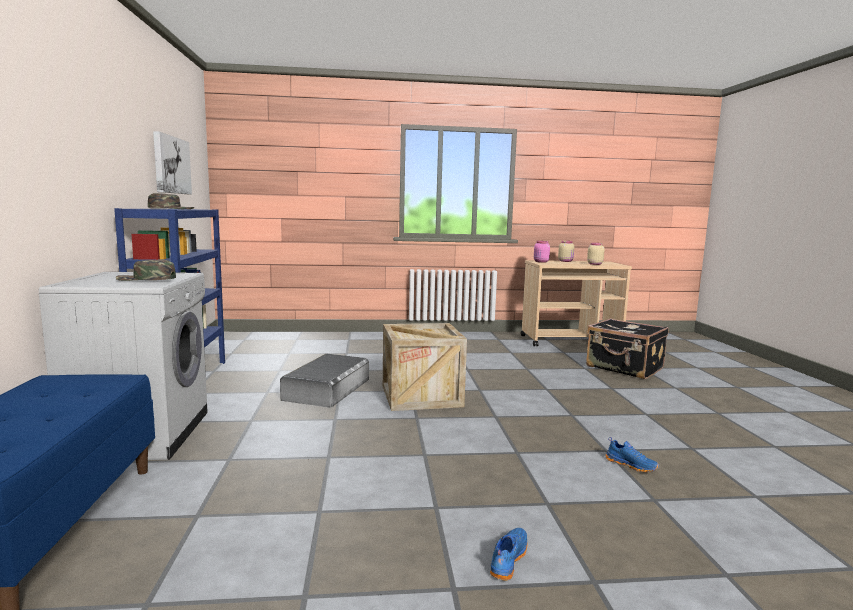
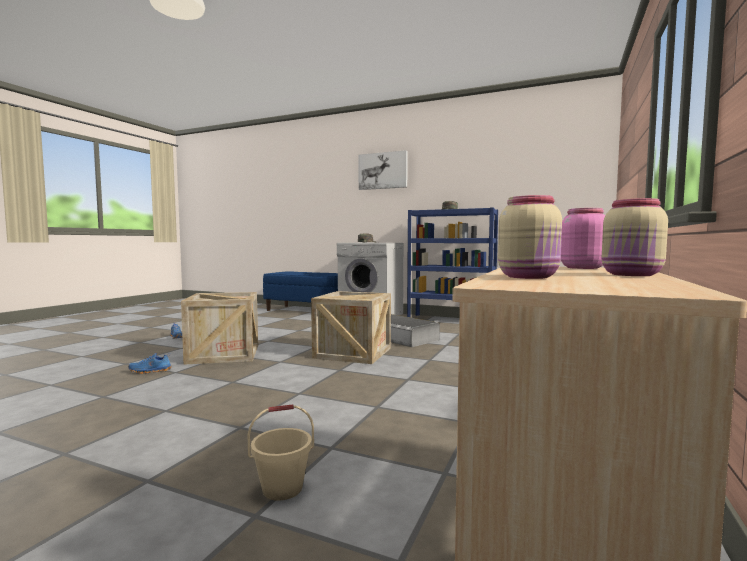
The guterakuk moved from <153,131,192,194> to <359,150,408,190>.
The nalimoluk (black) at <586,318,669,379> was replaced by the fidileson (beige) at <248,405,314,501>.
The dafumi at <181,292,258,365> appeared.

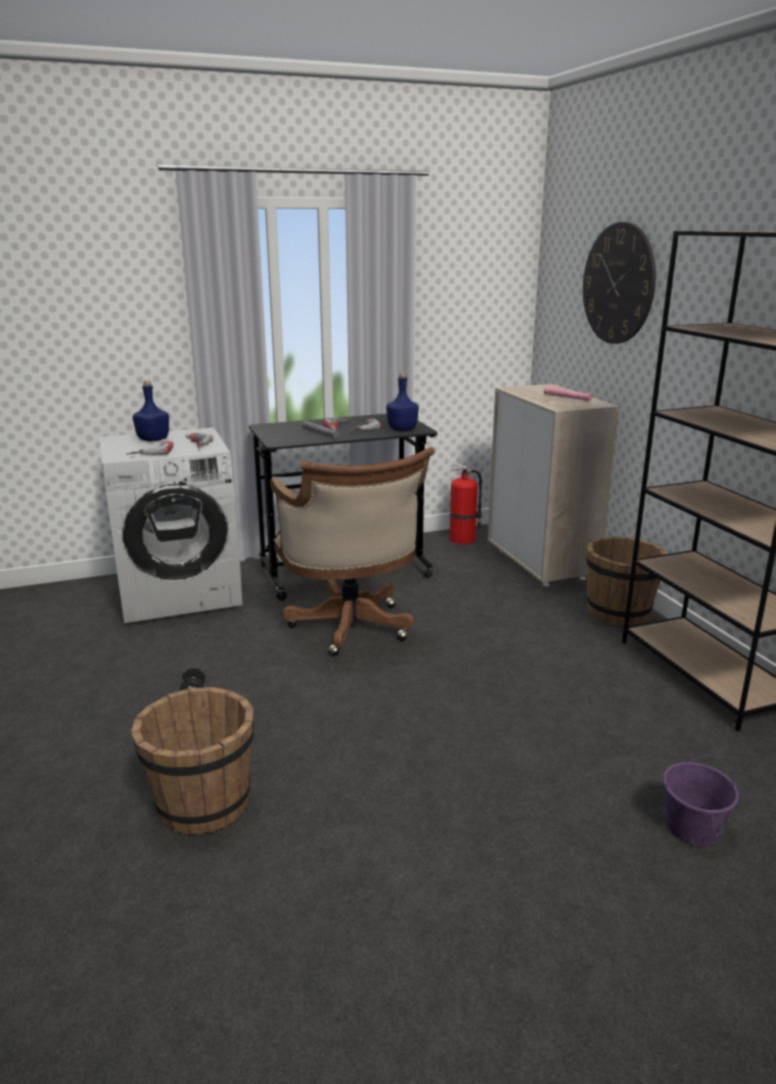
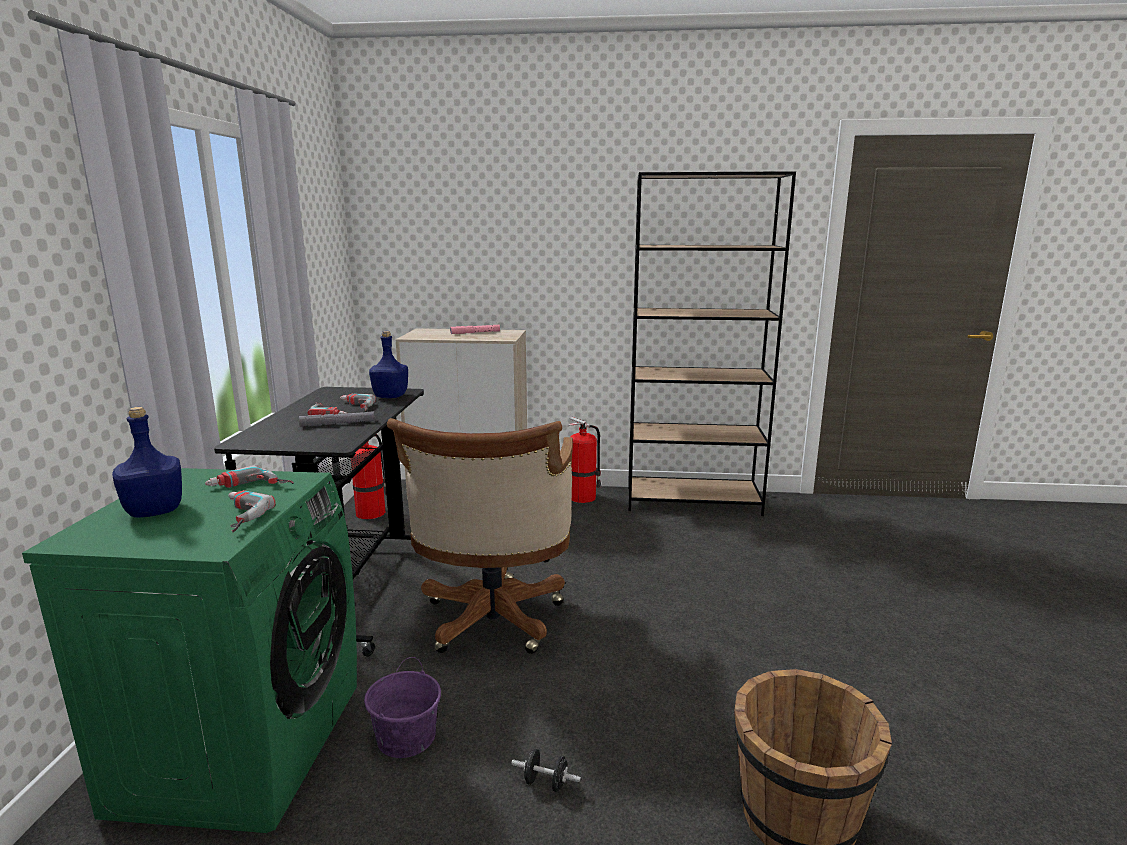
The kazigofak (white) at <99,428,242,623> became the kazigofak (green) at <22,468,357,833>.
The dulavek at <270,447,435,656> turned 90 degrees clockwise.
The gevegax at <583,222,656,344> disappeared.
The fidileson (brown) at <586,536,667,626> was replaced by the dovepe at <568,417,602,503>.
The fidileson (purple) moved from <663,755,739,846> to <364,657,441,758>.

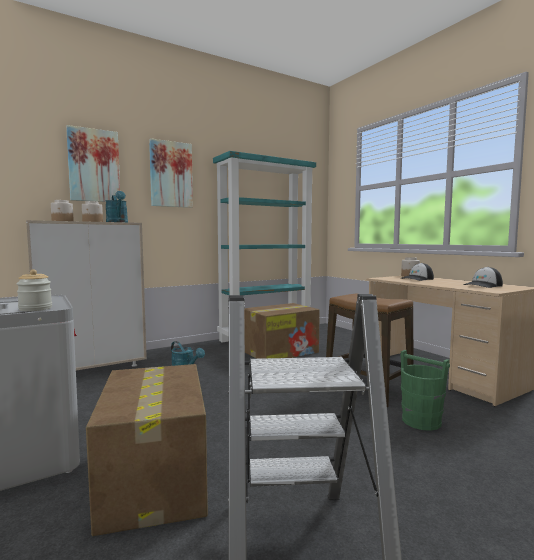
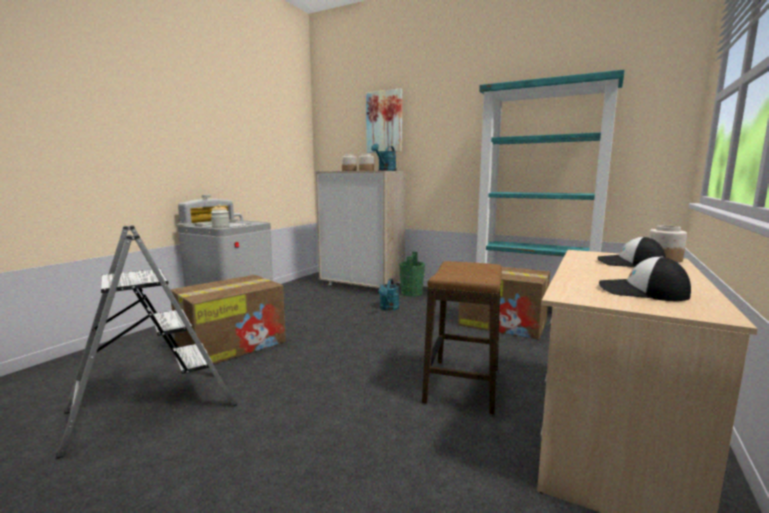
The guterakuk at <149,138,193,208> disappeared.
The fidileson (green) moved from <400,350,450,431> to <400,252,425,296>.

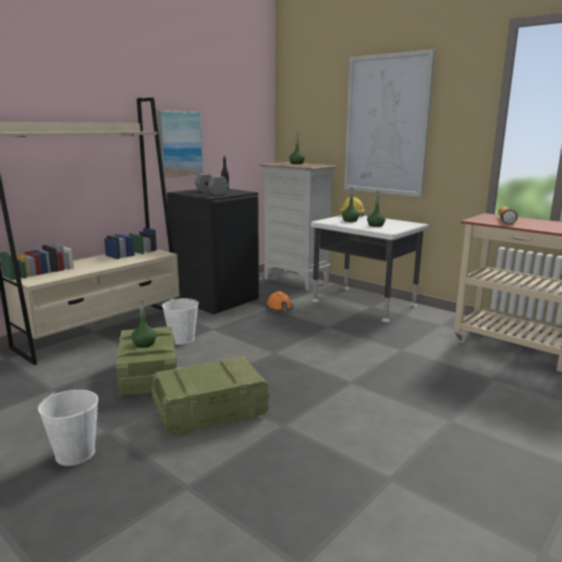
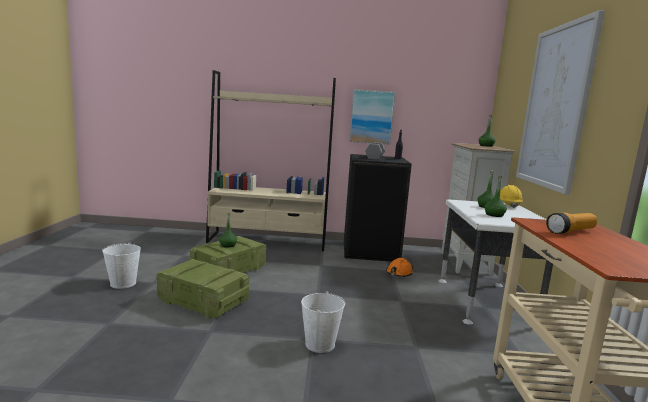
The fidileson (white) moved from <162,298,199,345> to <301,291,345,353>.

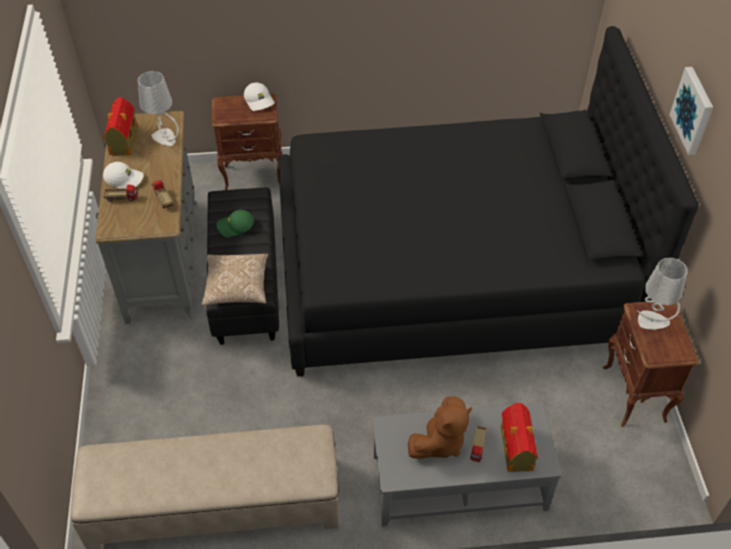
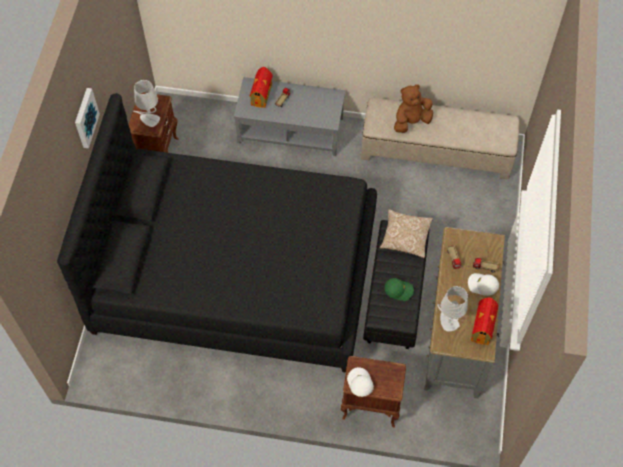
The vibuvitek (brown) moved from <408,396,472,459> to <394,84,433,133>.

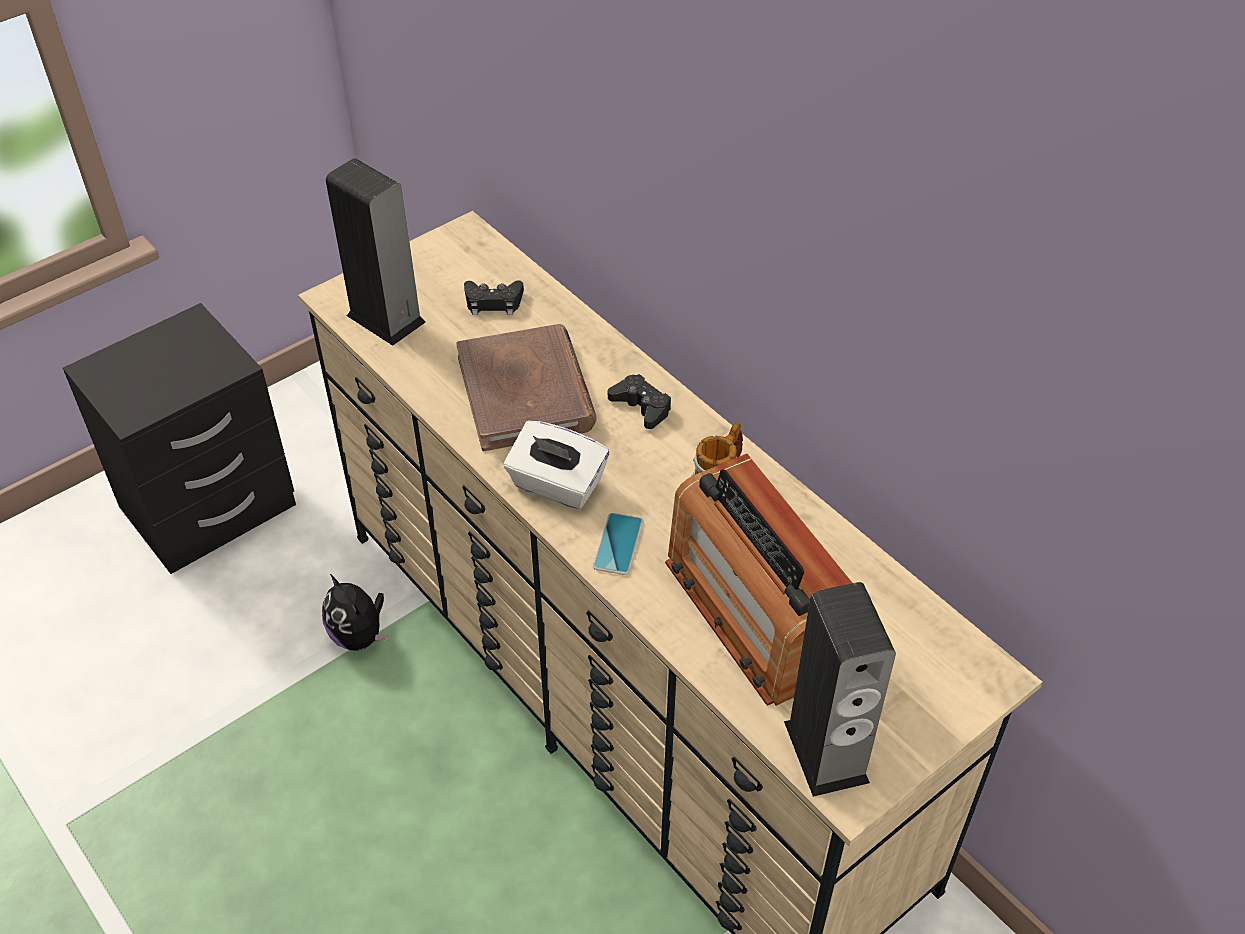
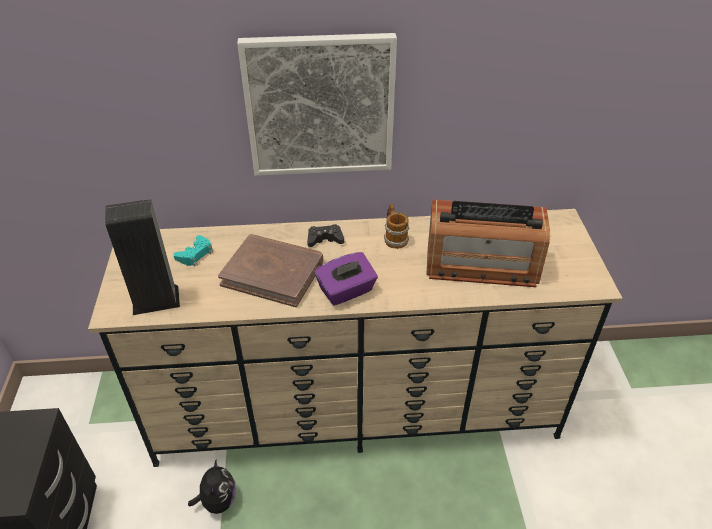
The vibuvitek at <322,574,388,651> turned 90 degrees counterclockwise.
The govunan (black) at <464,280,524,315> became the govunan (turquoise) at <173,235,213,266>.
The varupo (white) at <504,421,609,510> became the varupo (purple) at <315,252,378,306>.
The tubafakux at <593,513,644,575> disappeared.
The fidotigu at <784,582,896,797> disappeared.
The guterakuk at <237,33,397,176> appeared.

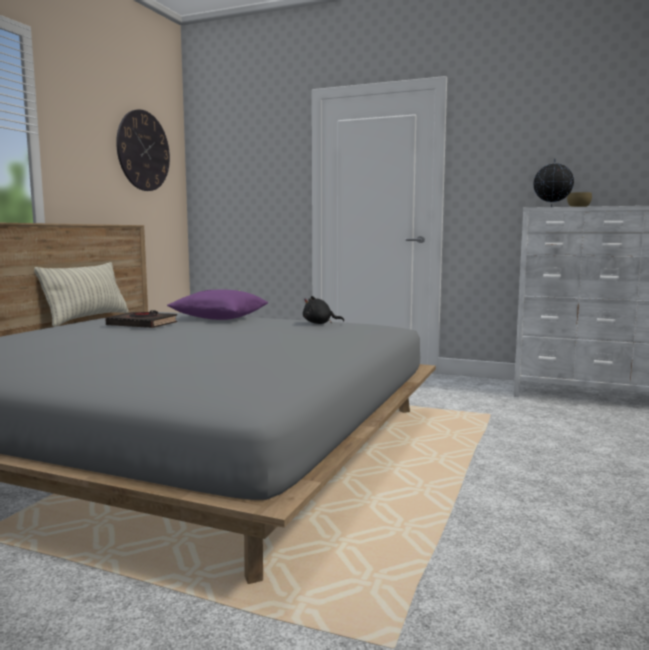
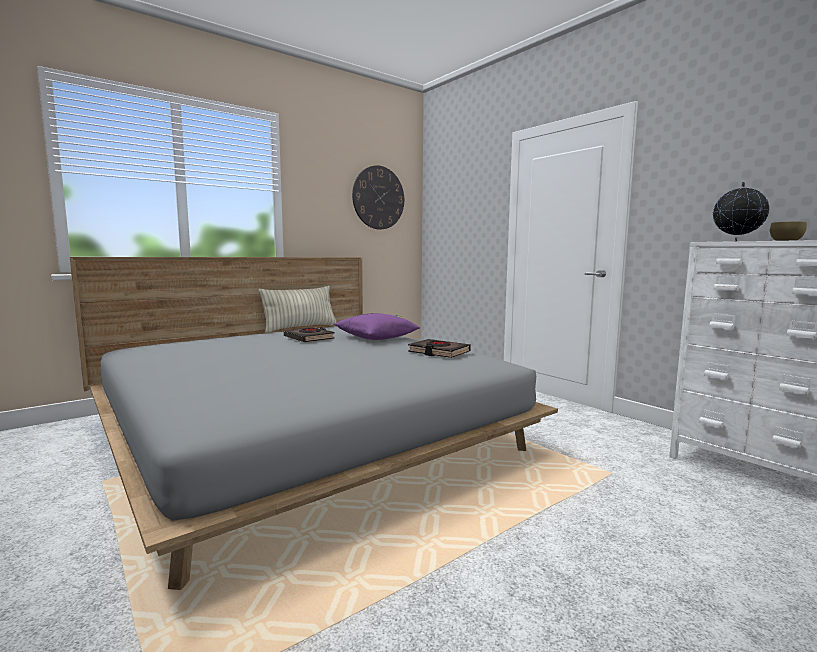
The vibuvitek (black) at <303,296,344,324> was replaced by the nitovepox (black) at <408,339,471,358>.

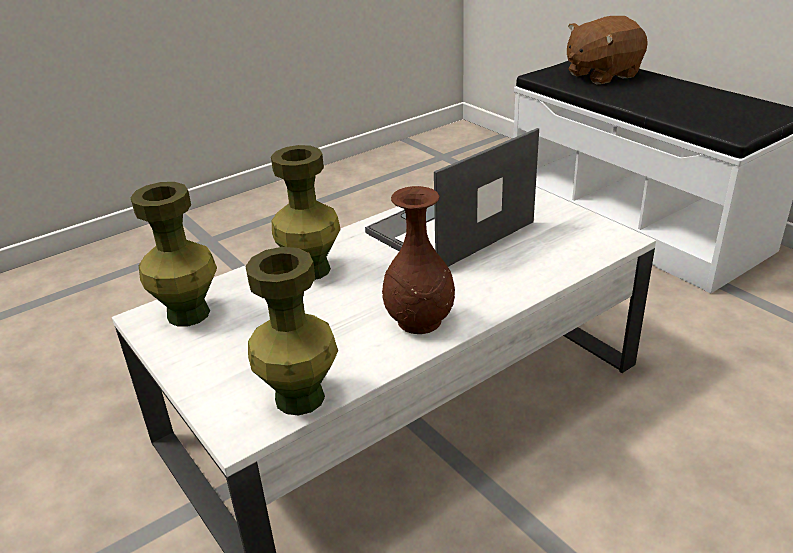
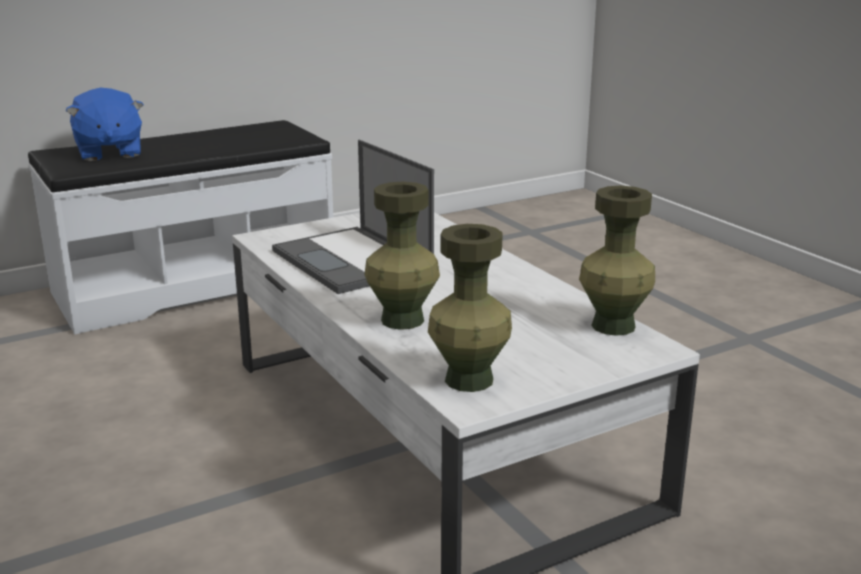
The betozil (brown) at <382,186,455,334> disappeared.
The vibuvitek (brown) at <567,16,648,85> became the vibuvitek (blue) at <65,88,144,161>.

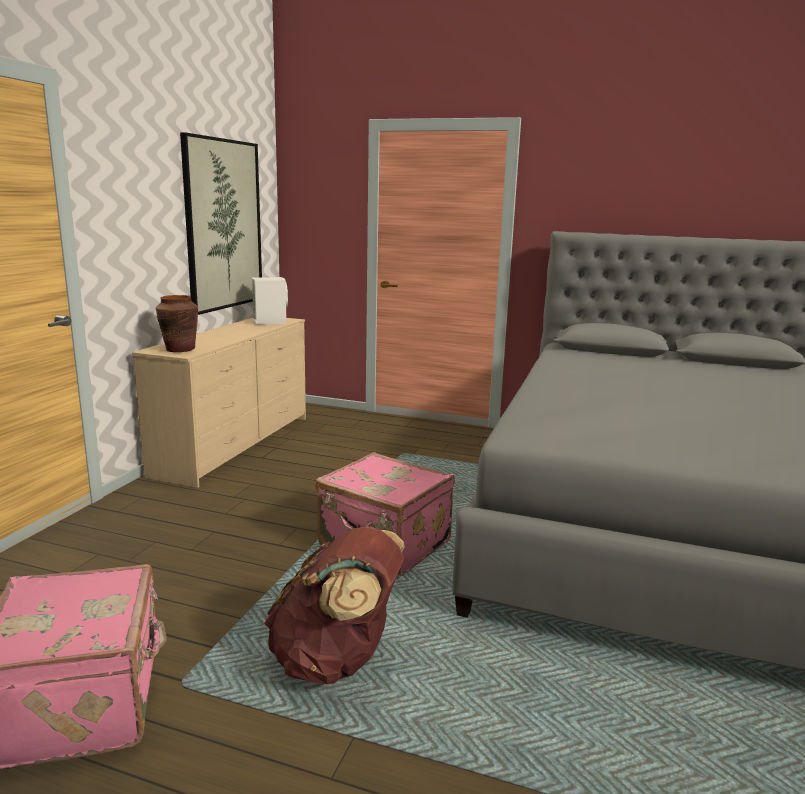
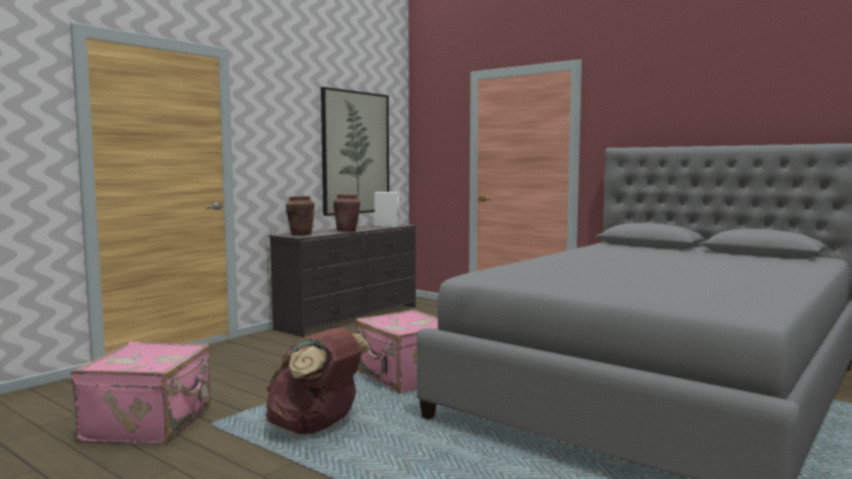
The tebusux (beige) at <132,318,306,488> became the tebusux (black) at <269,224,416,337>.
The betozil (brown) at <333,194,360,232> appeared.

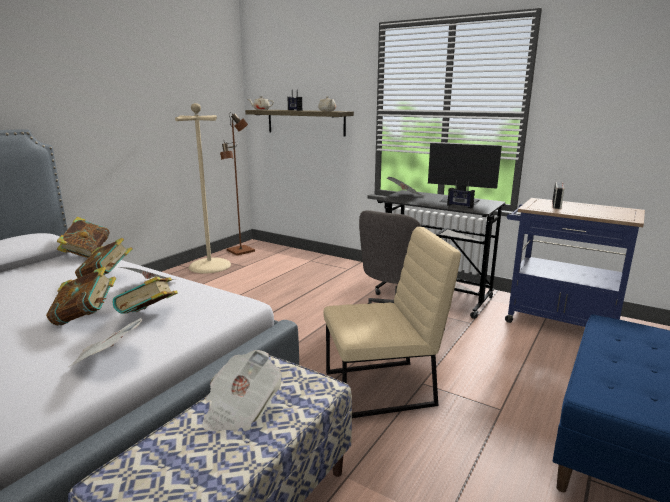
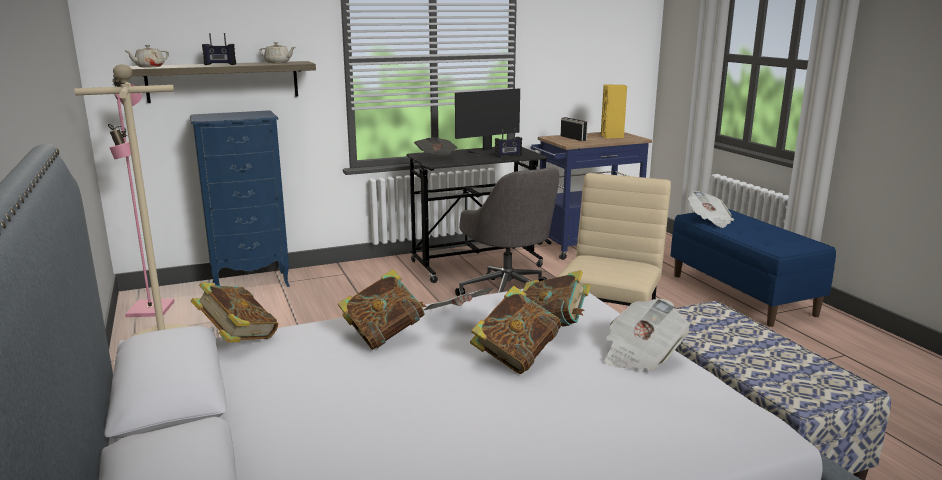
The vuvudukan moved from <202,350,282,431> to <688,191,734,228>.
The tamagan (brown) at <220,112,255,256> became the tamagan (pink) at <108,75,174,317>.
The tebusux (blue) at <190,110,290,287> appeared.
The fidotigu (yellow) at <601,84,627,139> appeared.

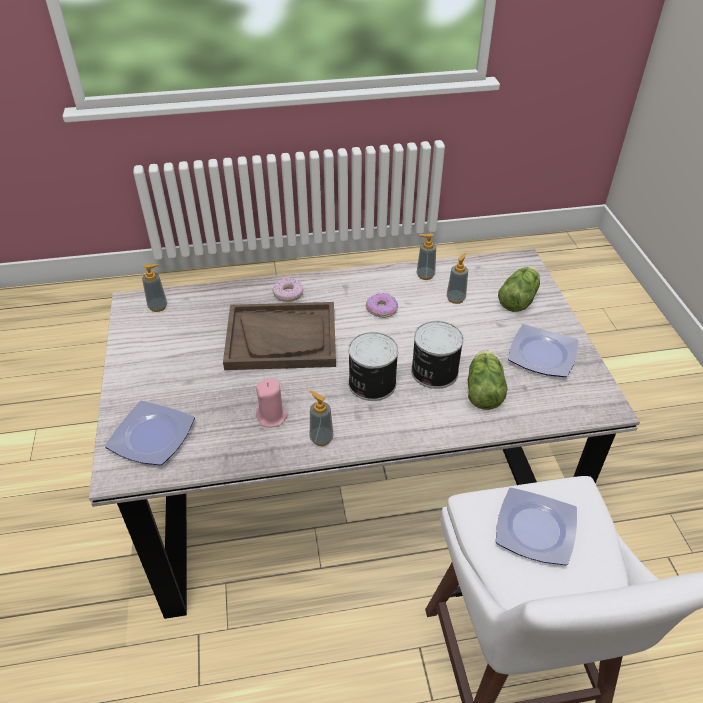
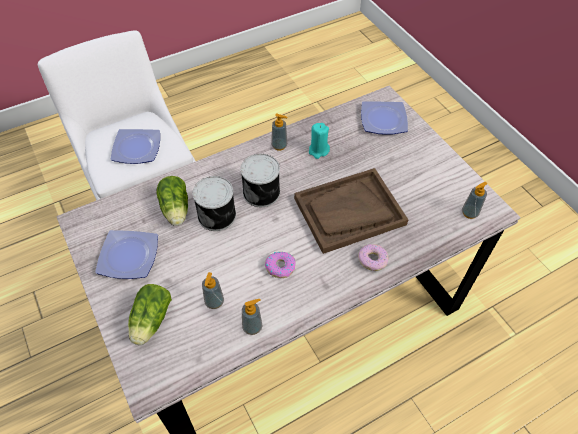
The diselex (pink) at <256,378,288,427> became the diselex (turquoise) at <309,123,330,159>.

